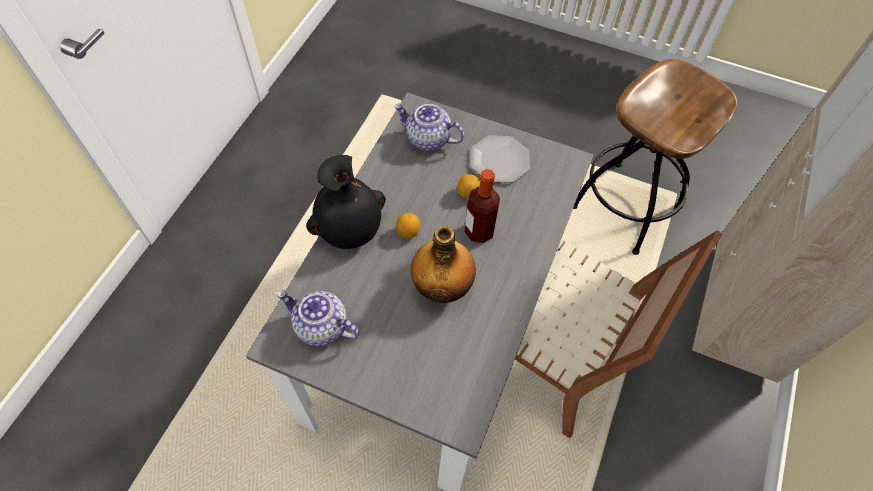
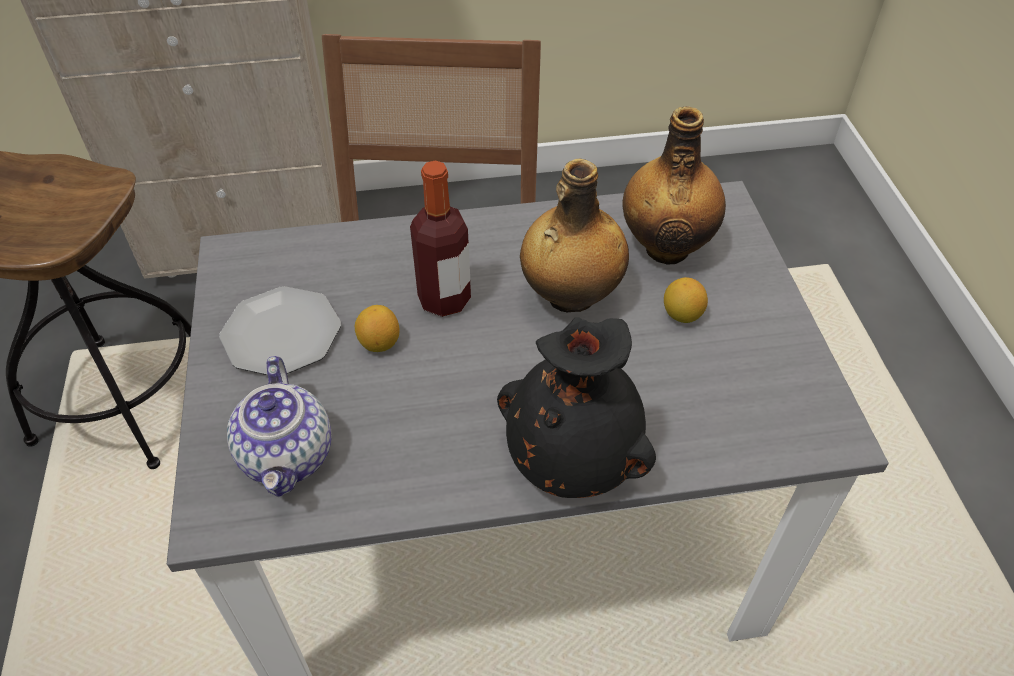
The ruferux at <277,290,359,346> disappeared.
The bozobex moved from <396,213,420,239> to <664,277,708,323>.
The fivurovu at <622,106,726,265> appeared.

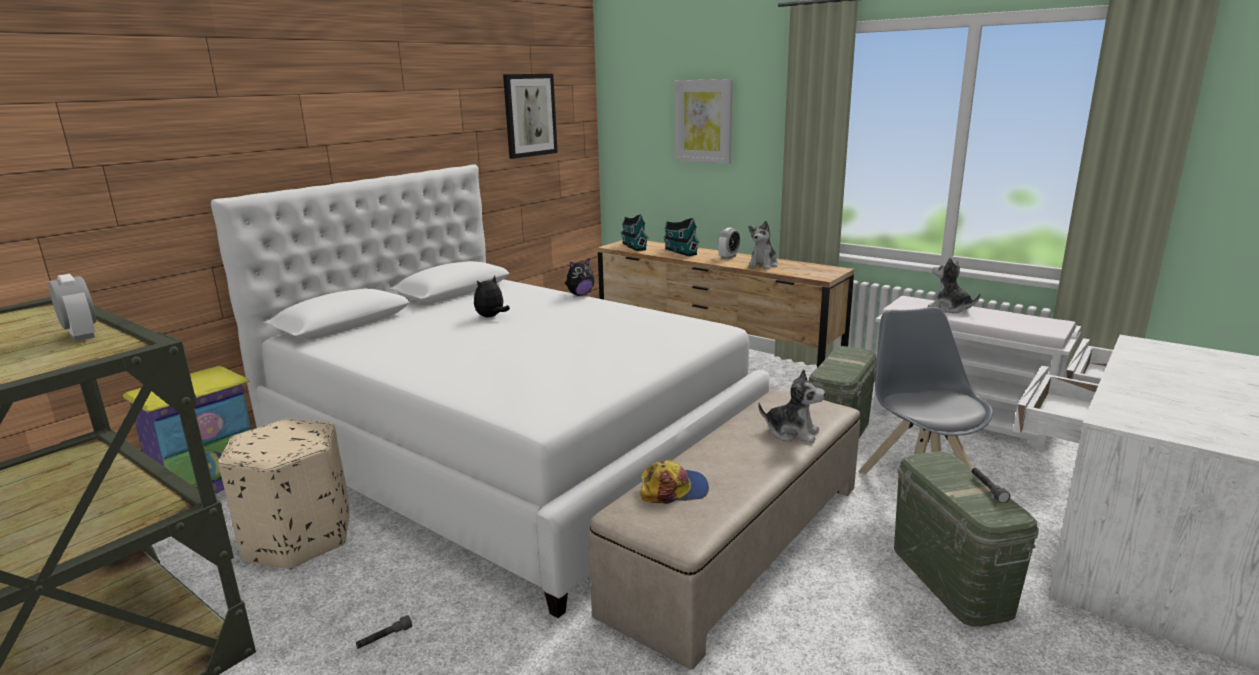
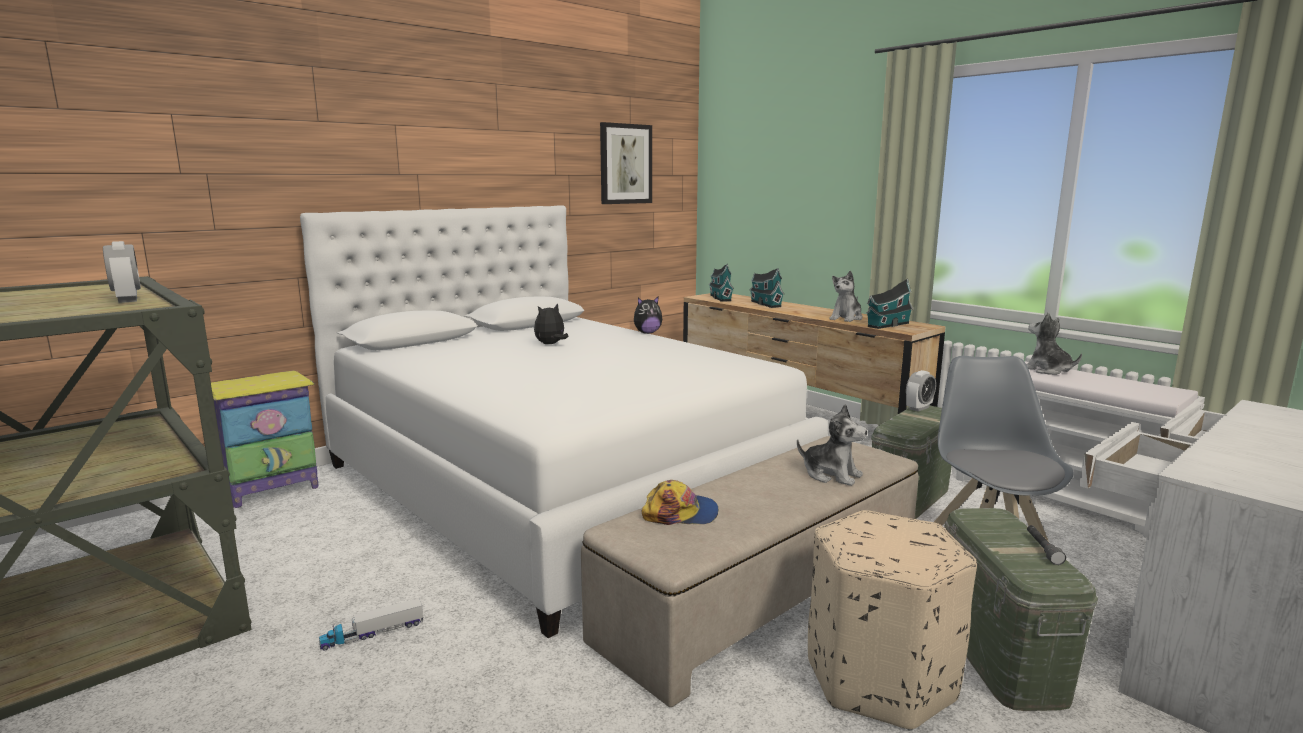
The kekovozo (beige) moved from <218,418,350,570> to <808,510,977,731>.
The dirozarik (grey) at <356,615,412,649> was replaced by the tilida at <319,599,423,651>.
The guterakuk at <675,79,733,163> disappeared.
The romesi moved from <718,228,740,259> to <906,370,936,412>.
The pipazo at <866,278,913,329> appeared.

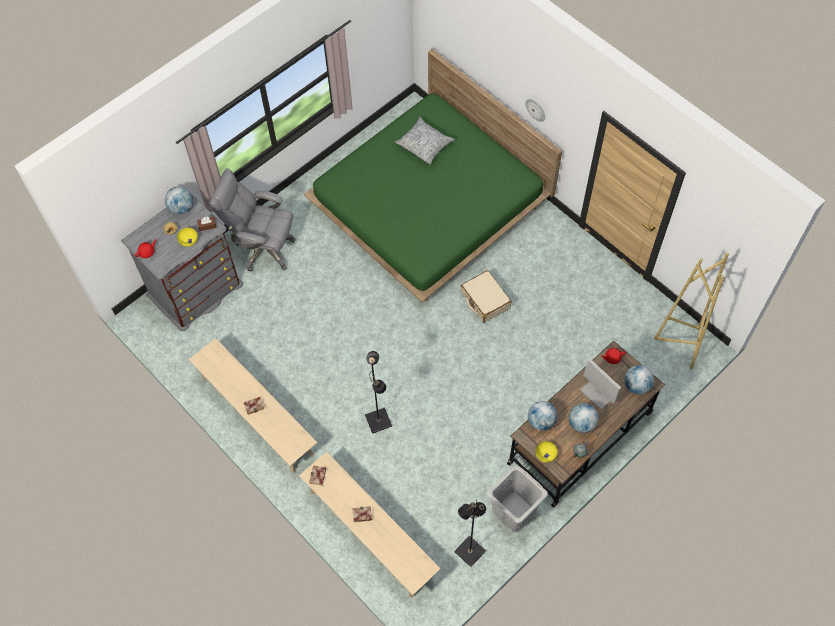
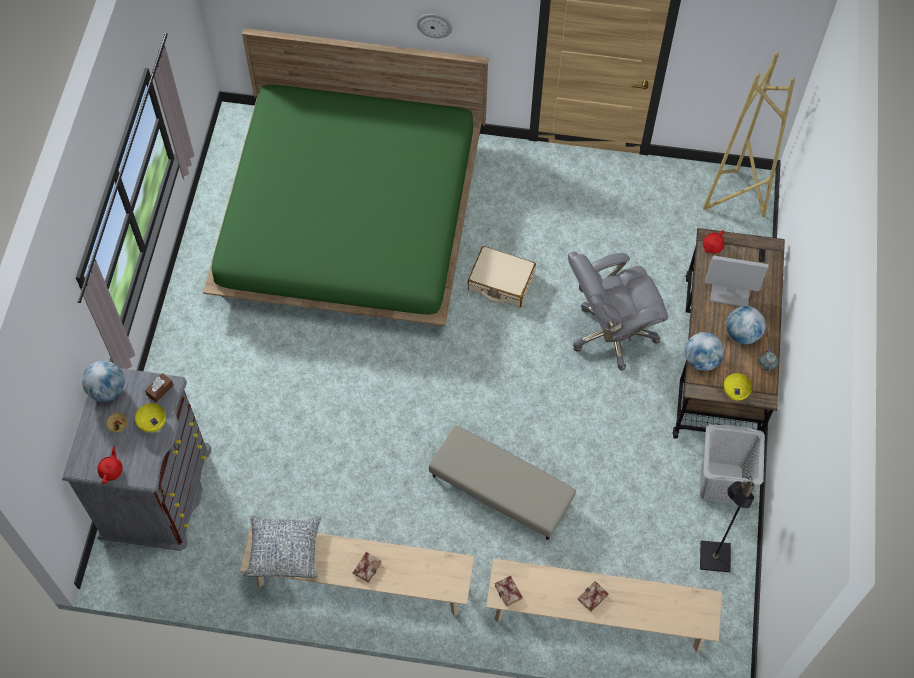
The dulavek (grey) moved from <210,169,296,271> to <568,252,668,371>.
The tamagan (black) at <365,351,392,434> was replaced by the kekovozo (beige) at <429,425,576,540>.
The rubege moved from <395,117,455,165> to <243,515,321,578>.
The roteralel at <625,365,654,394> disappeared.

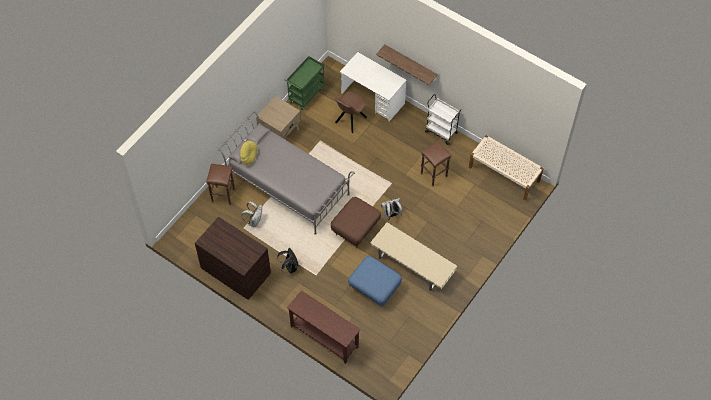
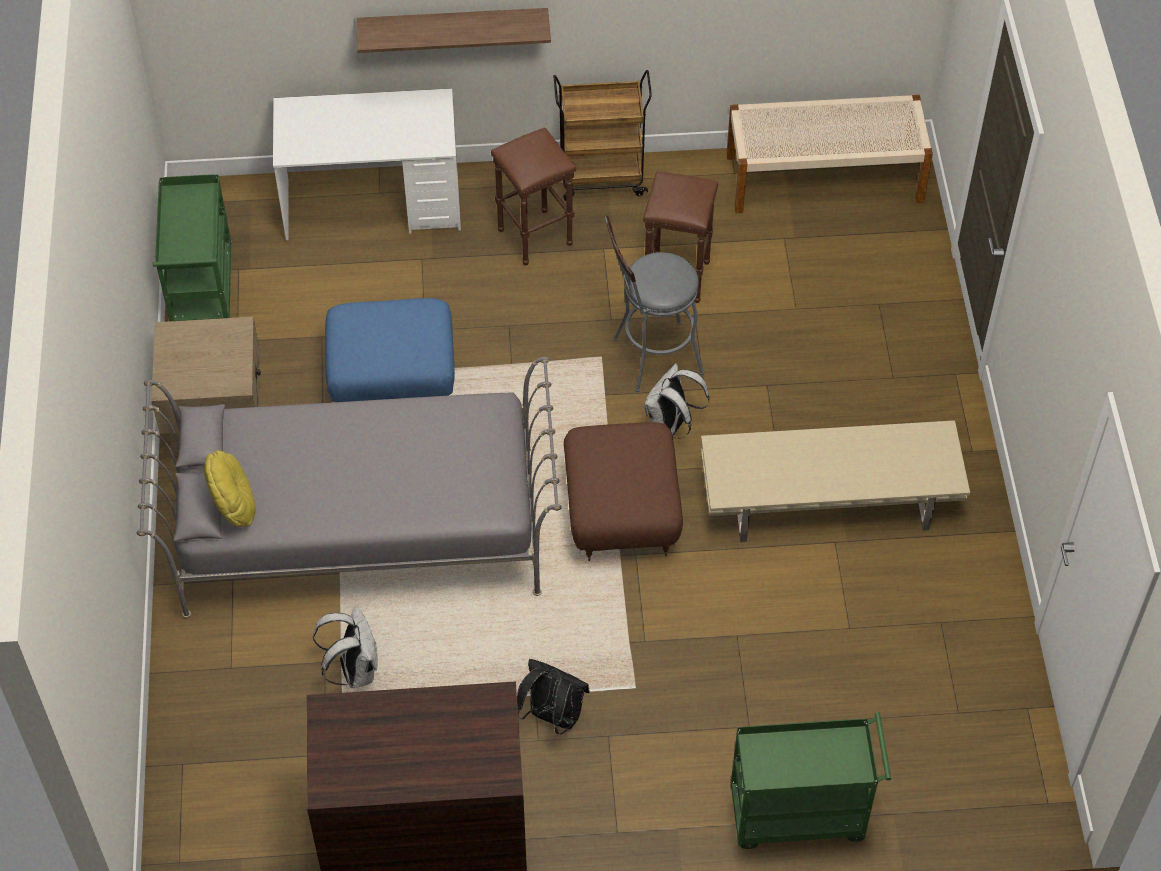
The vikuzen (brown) moved from <206,164,235,205> to <491,127,576,265>.
The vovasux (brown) at <287,290,361,364> was replaced by the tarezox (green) at <730,712,891,849>.
The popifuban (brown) at <335,92,367,133> disappeared.
The kekovozo (blue) moved from <348,256,402,307> to <325,298,455,402>.
The tarezox (white) at <425,94,461,145> became the tarezox (brown) at <553,70,652,201>.
The vikuzen (grey) at <605,216,704,392> appeared.

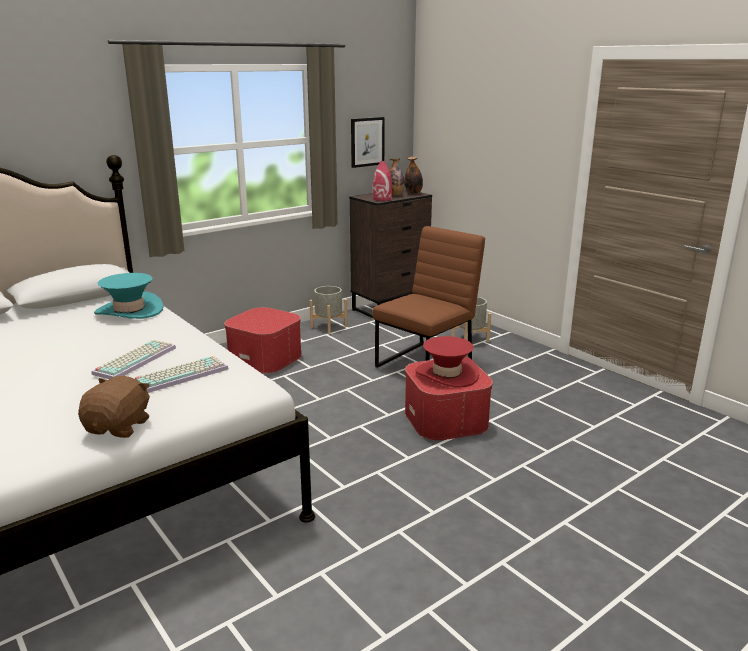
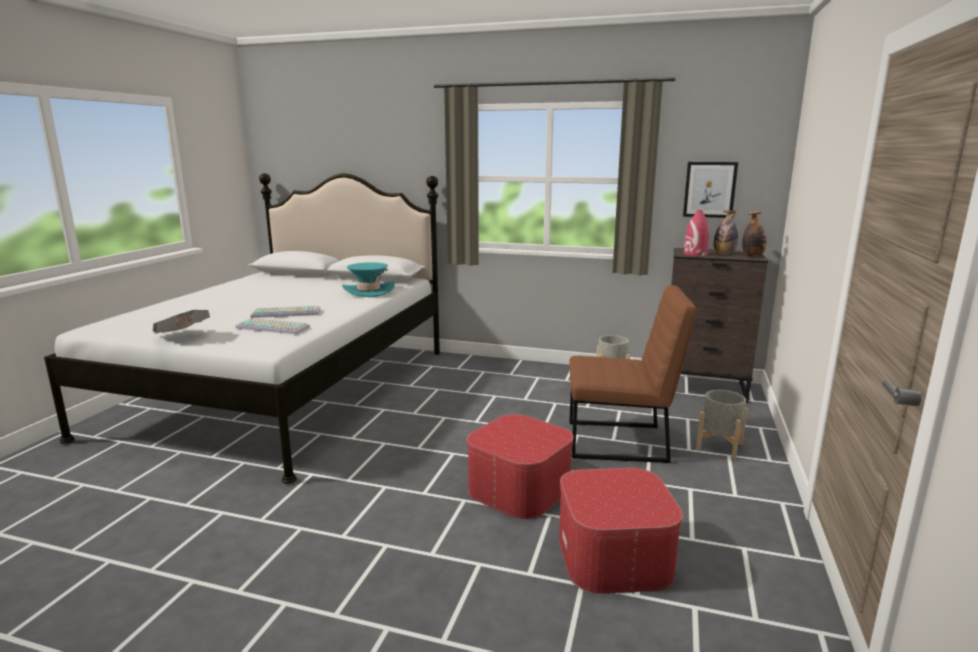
The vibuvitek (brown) at <78,376,150,438> was replaced by the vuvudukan at <153,310,210,333>.
The kekovozo moved from <224,307,302,373> to <559,468,683,594>.
The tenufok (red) at <415,336,479,388> disappeared.

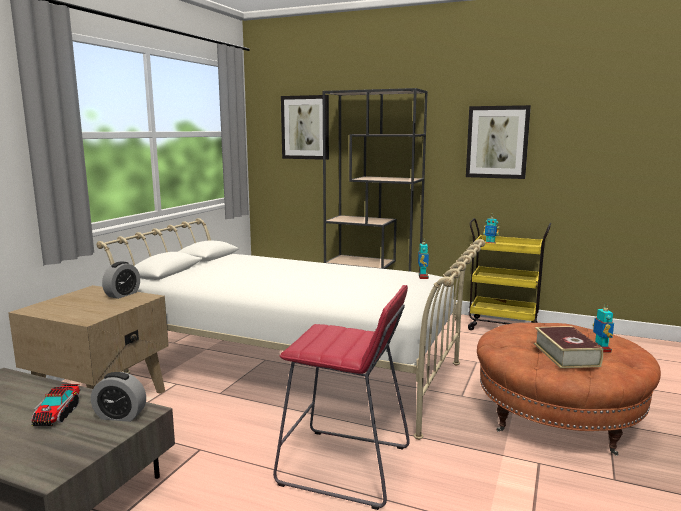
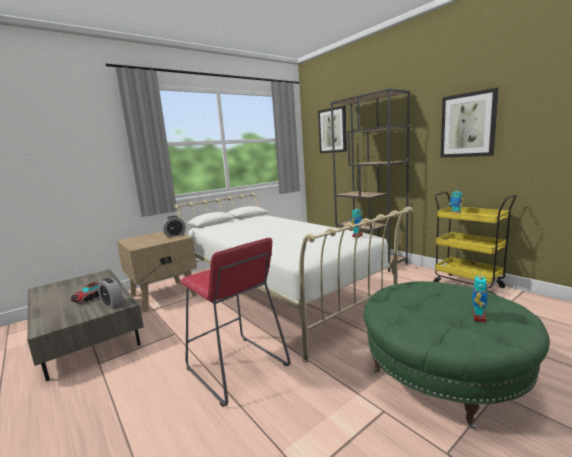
The kekovozo (brown) at <477,323,661,456> became the kekovozo (green) at <364,281,550,430>.
The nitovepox at <534,326,603,368> disappeared.

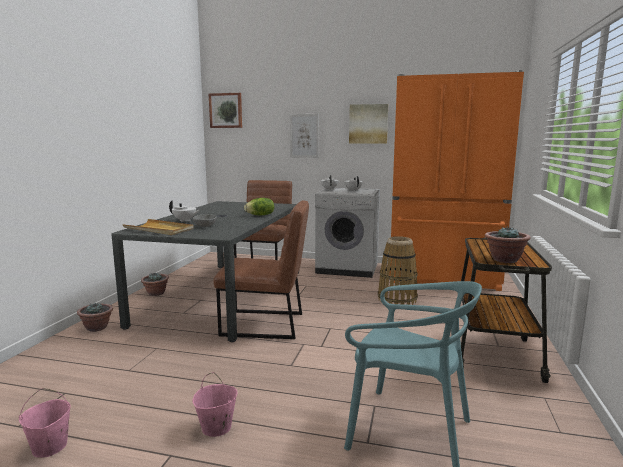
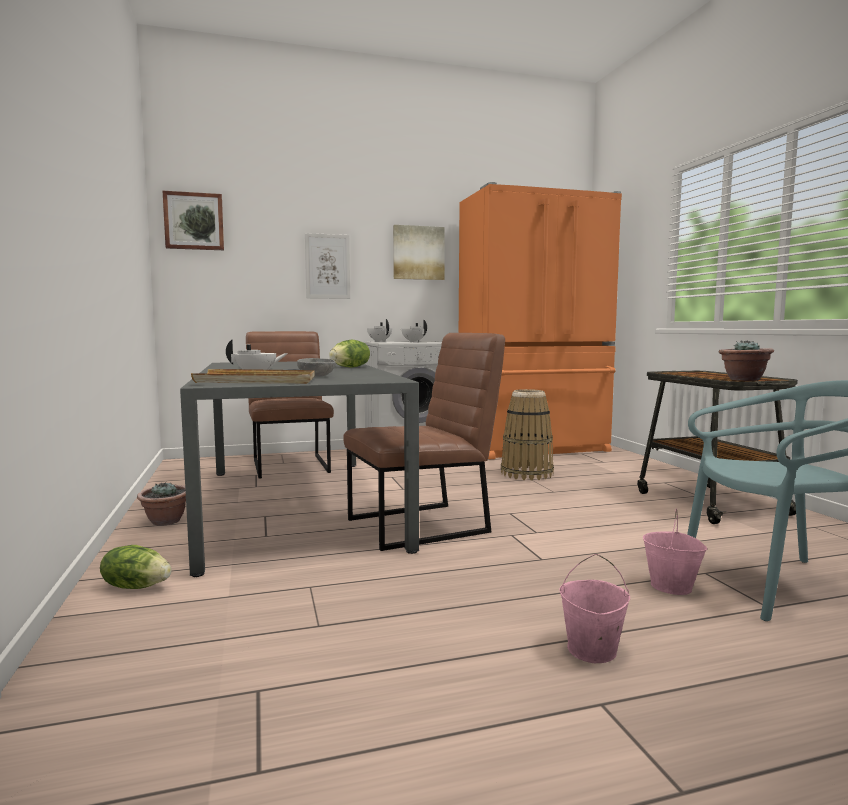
The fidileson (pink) moved from <19,388,71,458> to <643,509,707,595>.
The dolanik at <77,302,113,332> was replaced by the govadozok at <100,545,172,589>.

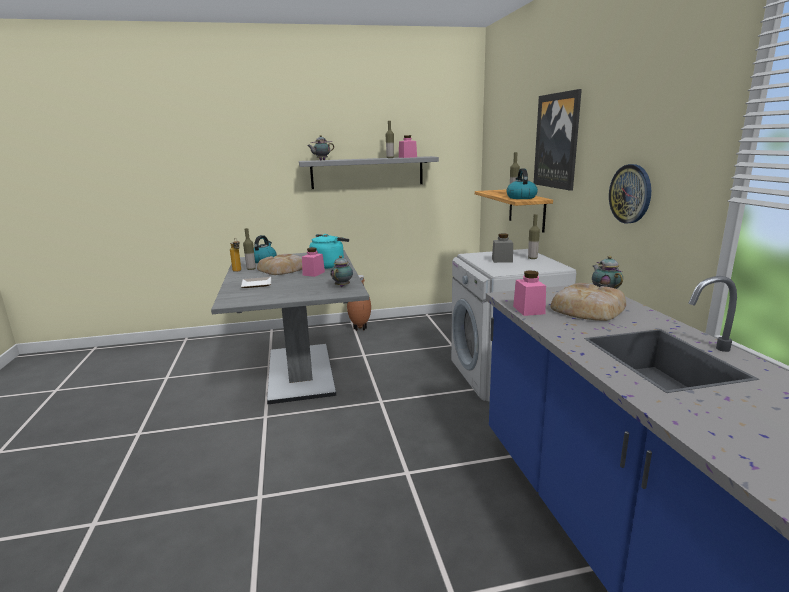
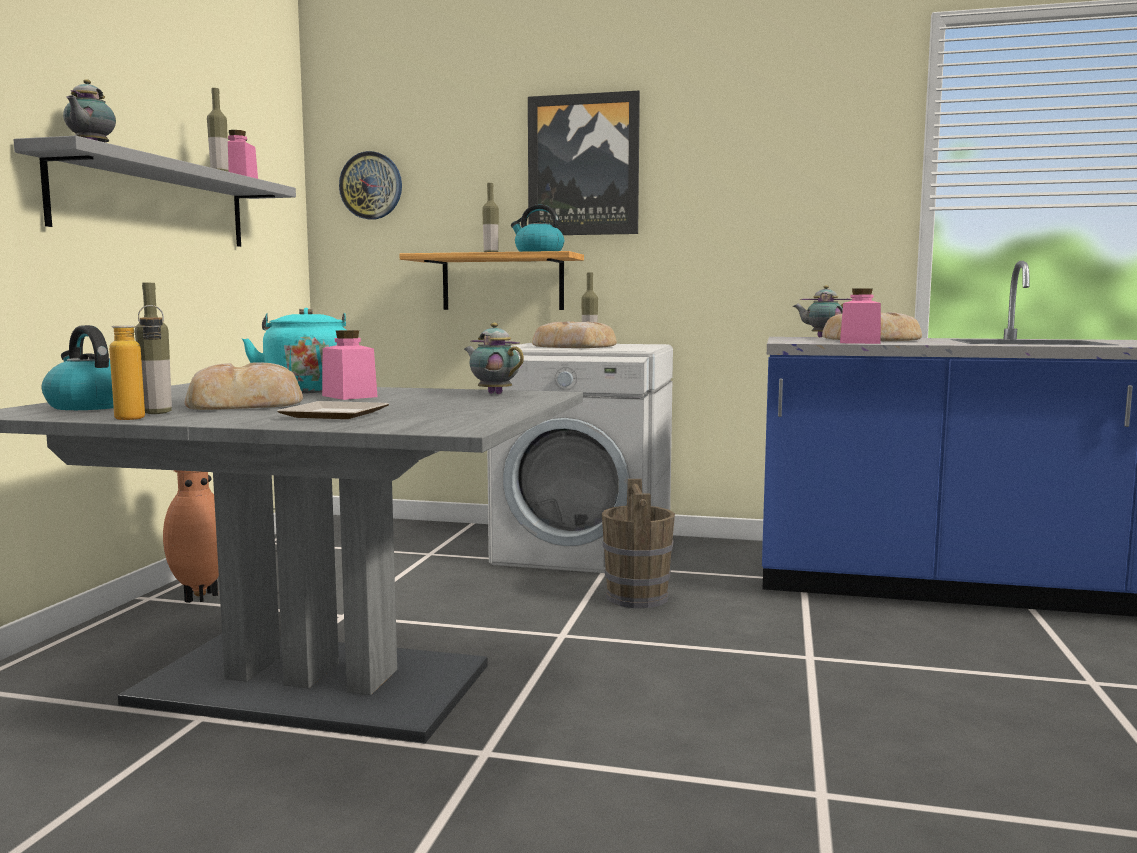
The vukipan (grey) at <492,233,513,263> was replaced by the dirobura at <532,321,617,348>.
The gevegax moved from <609,164,651,224> to <339,151,402,220>.
The fidileson (brown) at <602,479,675,608> appeared.

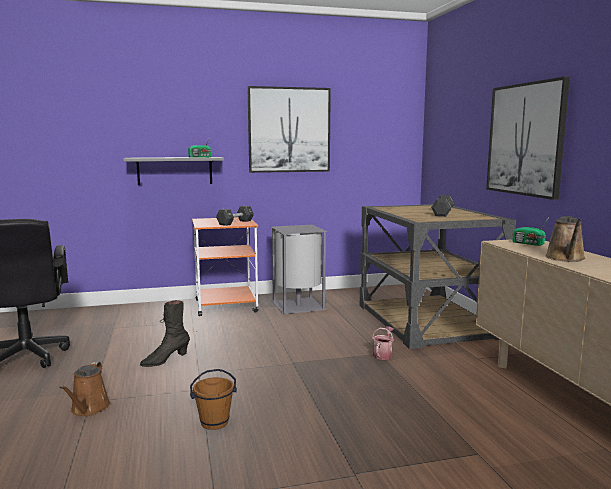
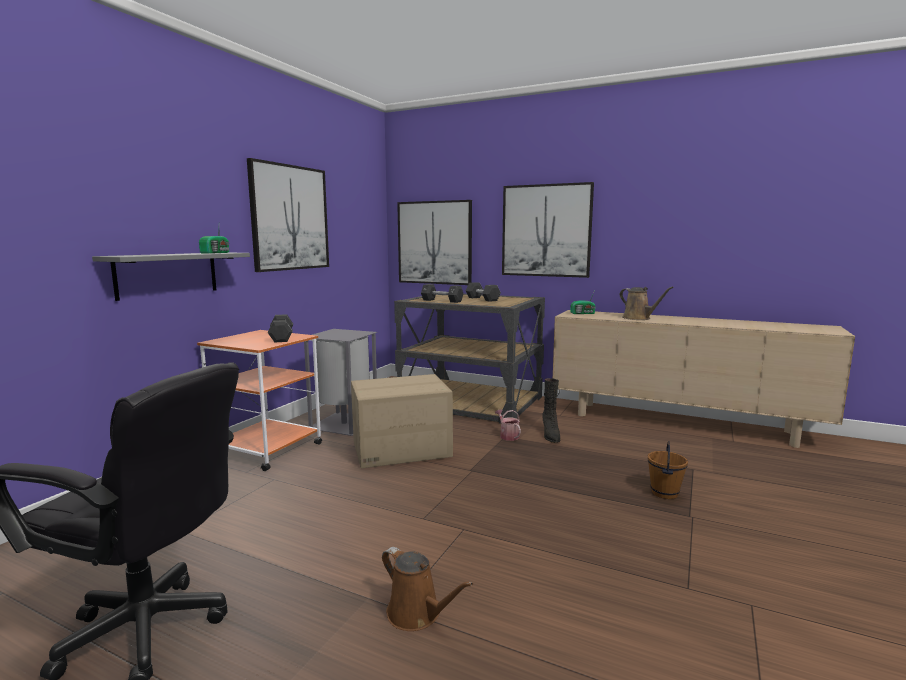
The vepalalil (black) moved from <140,300,190,367> to <542,378,561,443>.
The fidileson (brown) moved from <190,369,237,430> to <647,441,688,499>.
The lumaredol at <351,374,453,468> appeared.
The guterakuk at <397,200,472,285> appeared.
The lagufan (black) at <421,284,463,303> appeared.

